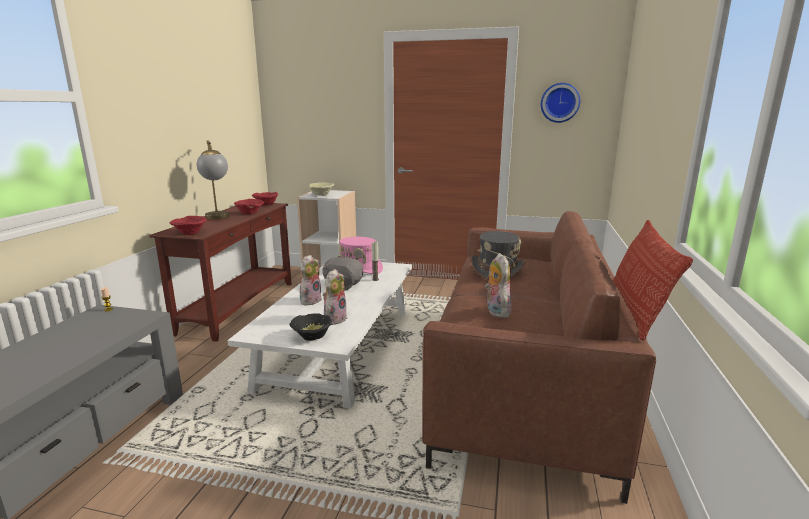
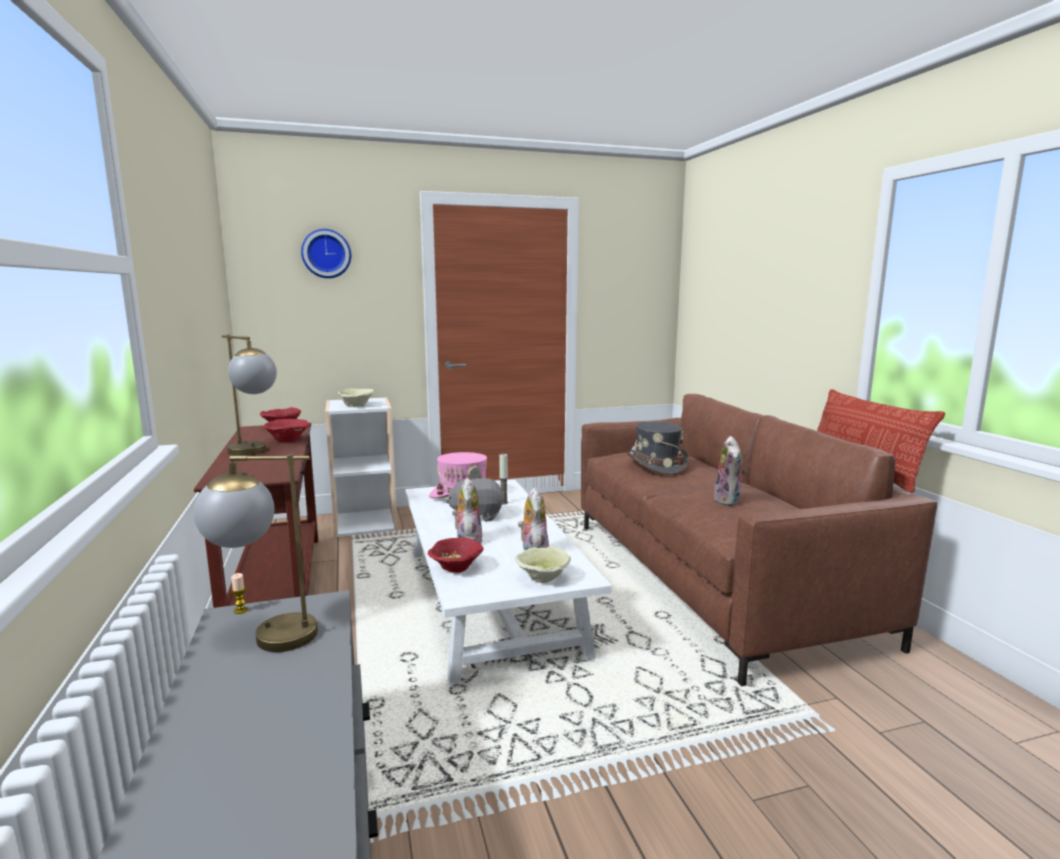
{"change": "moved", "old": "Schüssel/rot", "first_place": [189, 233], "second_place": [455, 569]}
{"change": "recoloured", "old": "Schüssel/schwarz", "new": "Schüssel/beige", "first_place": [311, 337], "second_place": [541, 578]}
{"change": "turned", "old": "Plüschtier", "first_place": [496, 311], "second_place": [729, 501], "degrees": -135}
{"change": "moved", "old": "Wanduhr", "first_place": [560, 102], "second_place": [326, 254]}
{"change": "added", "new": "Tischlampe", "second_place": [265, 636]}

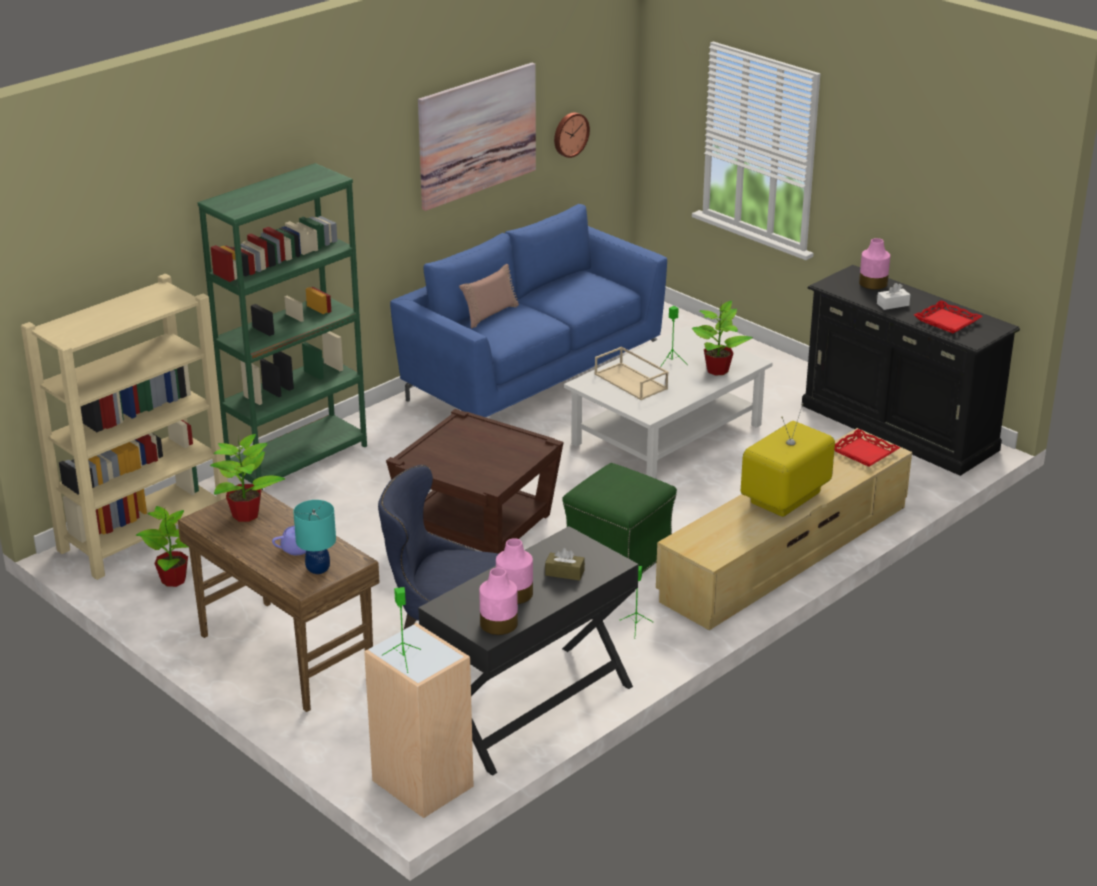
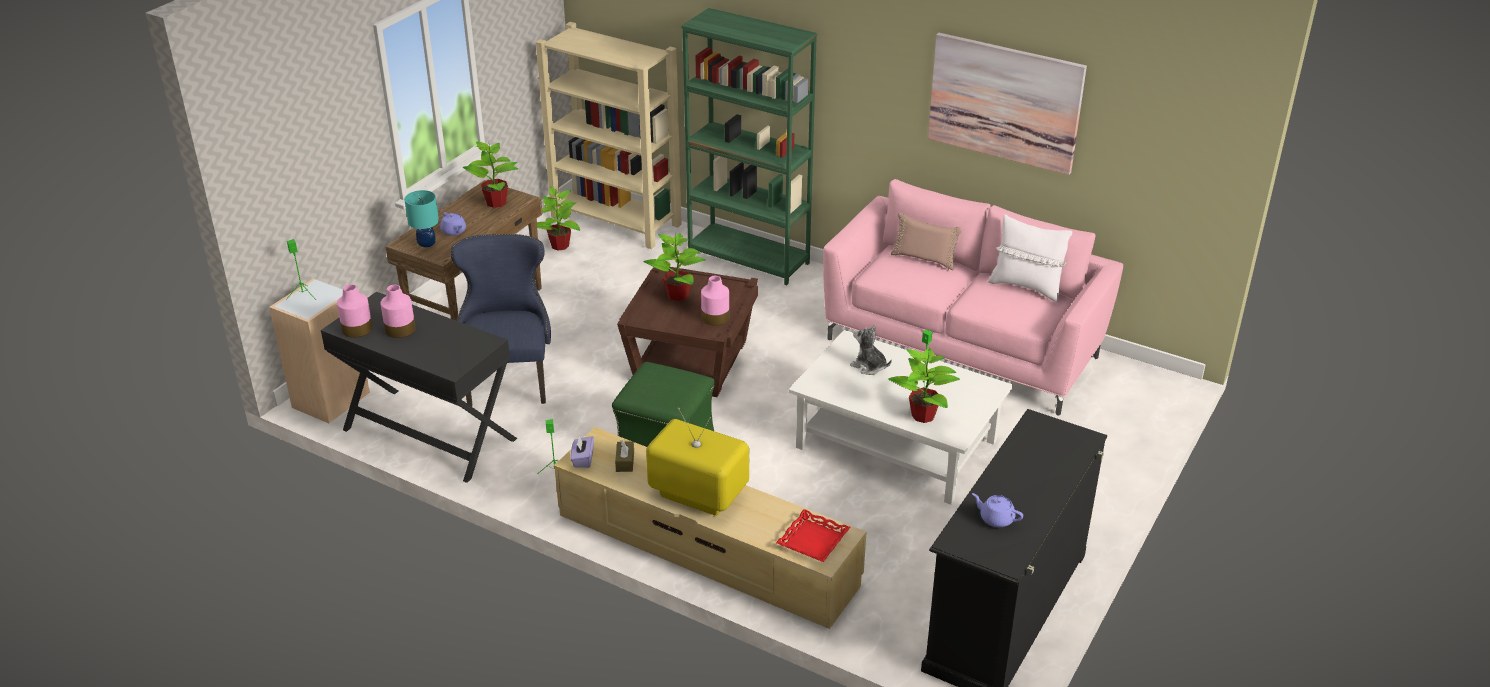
{"change": "recoloured", "old": "Sofa/blau", "new": "Sofa/rosa", "first_place": [532, 376], "second_place": [963, 346]}
{"change": "moved", "old": "Taschentuchbox/braun", "first_place": [564, 573], "second_place": [625, 461]}
{"change": "removed", "old": "Wanduhr", "first_place": [570, 134]}
{"change": "replaced", "old": "Tablett/beige", "new": "Plüschtier", "first_place": [632, 381], "second_place": [869, 366]}
{"change": "moved", "old": "Vase/rosa", "first_place": [872, 283], "second_place": [715, 317]}
{"change": "removed", "old": "Taschentuchbox/weiß", "first_place": [892, 304]}
{"change": "replaced", "old": "Tablett/rot", "new": "Teekanne/lila", "first_place": [947, 321], "second_place": [996, 518]}
{"change": "added", "new": "Taschentuchbox/lila", "second_place": [583, 459]}
{"change": "added", "new": "Topfpflanze", "second_place": [678, 295]}
{"change": "added", "new": "Kissen/weiß", "second_place": [1026, 286]}

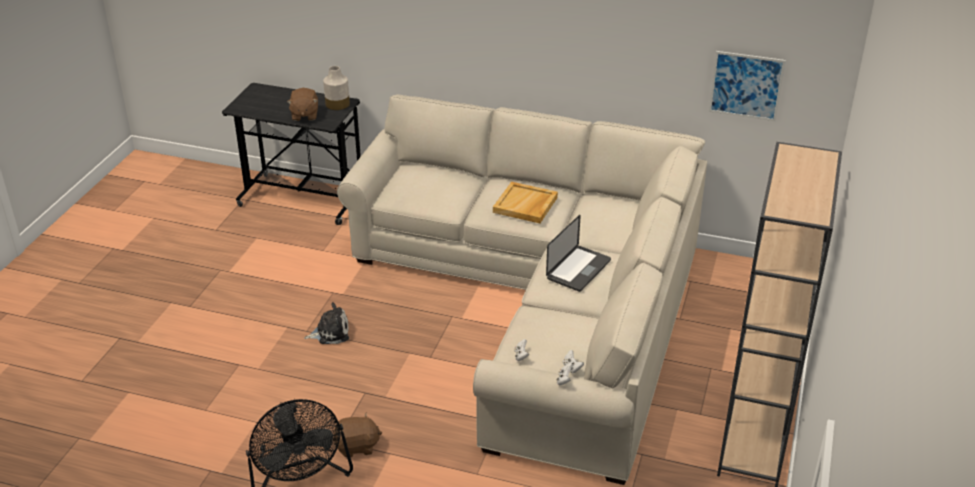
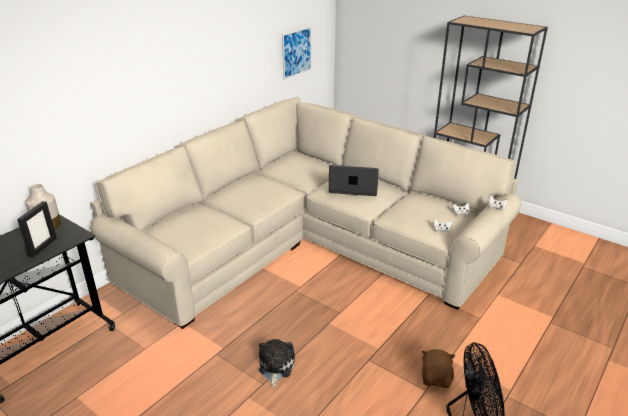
{"change": "replaced", "old": "Plüschtier/braun", "new": "Bilderrahmen", "first_place": [304, 115], "second_place": [42, 247]}
{"change": "removed", "old": "Tablett/beige", "first_place": [525, 205]}
{"change": "turned", "old": "Laptop", "first_place": [578, 269], "second_place": [353, 188], "degrees": -45}

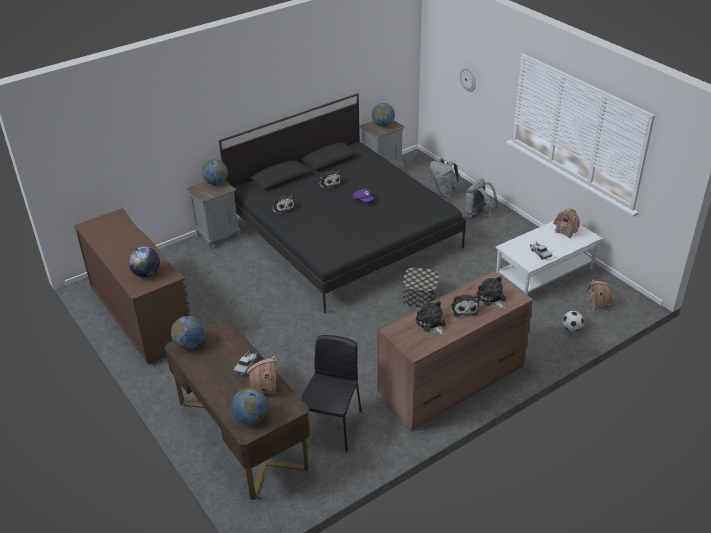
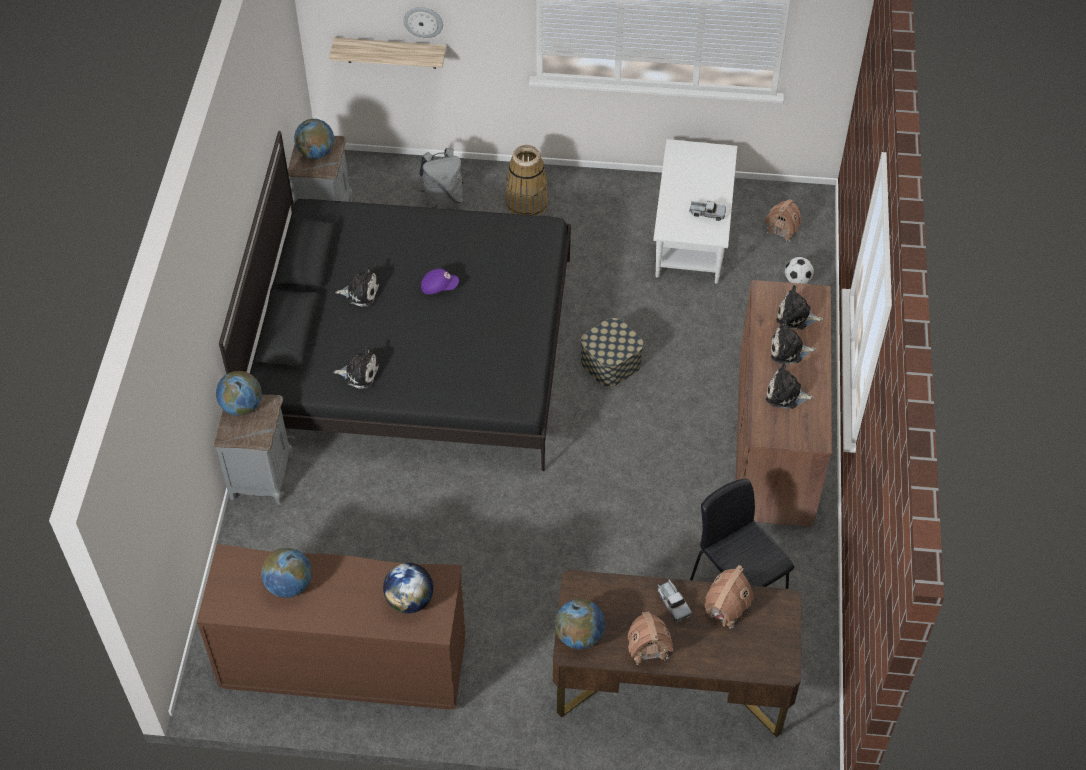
{"change": "moved", "old": "Globus", "first_place": [251, 418], "second_place": [289, 585]}
{"change": "turned", "old": "Plüschtier", "first_place": [464, 308], "second_place": [789, 350], "degrees": 150}
{"change": "replaced", "old": "Rucksack/grau", "new": "Korb", "first_place": [478, 216], "second_place": [527, 202]}
{"change": "moved", "old": "Spielzeughaus", "first_place": [566, 231], "second_place": [648, 647]}
{"change": "added", "new": "Wandregal", "second_place": [391, 53]}

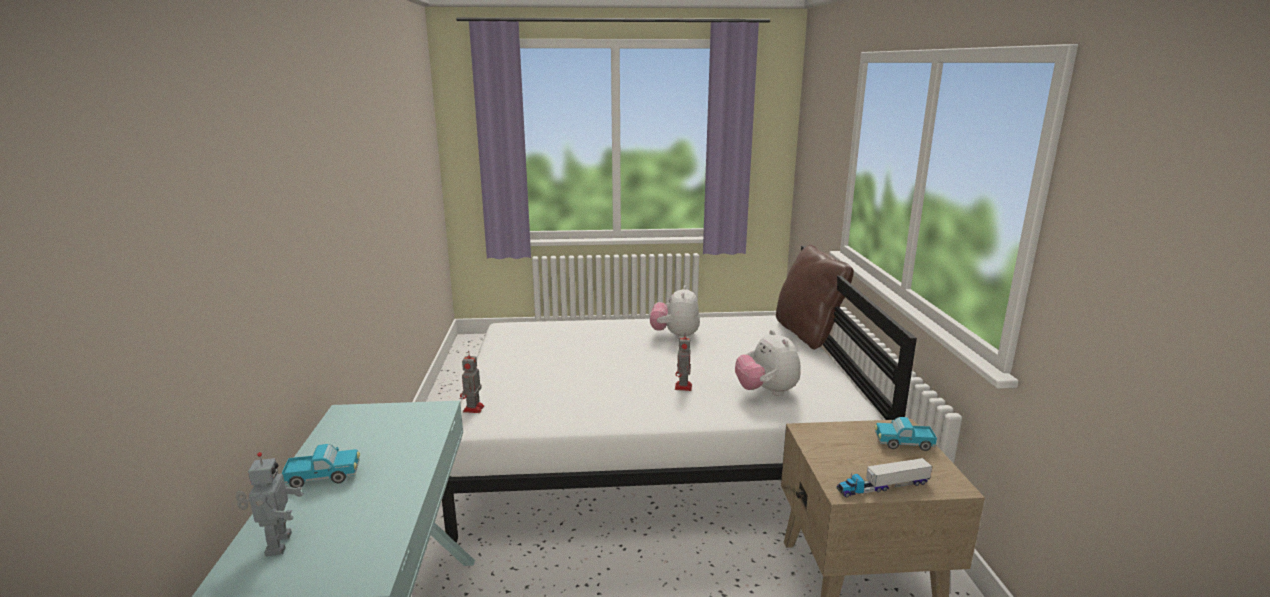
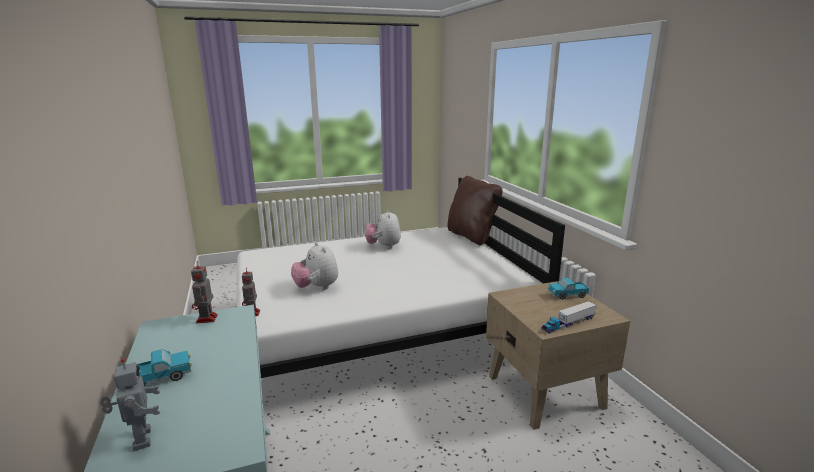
{"change": "moved", "old": "Spielzeugroboter", "first_place": [683, 387], "second_place": [206, 319]}
{"change": "moved", "old": "Plüschtier", "first_place": [766, 392], "second_place": [317, 287]}

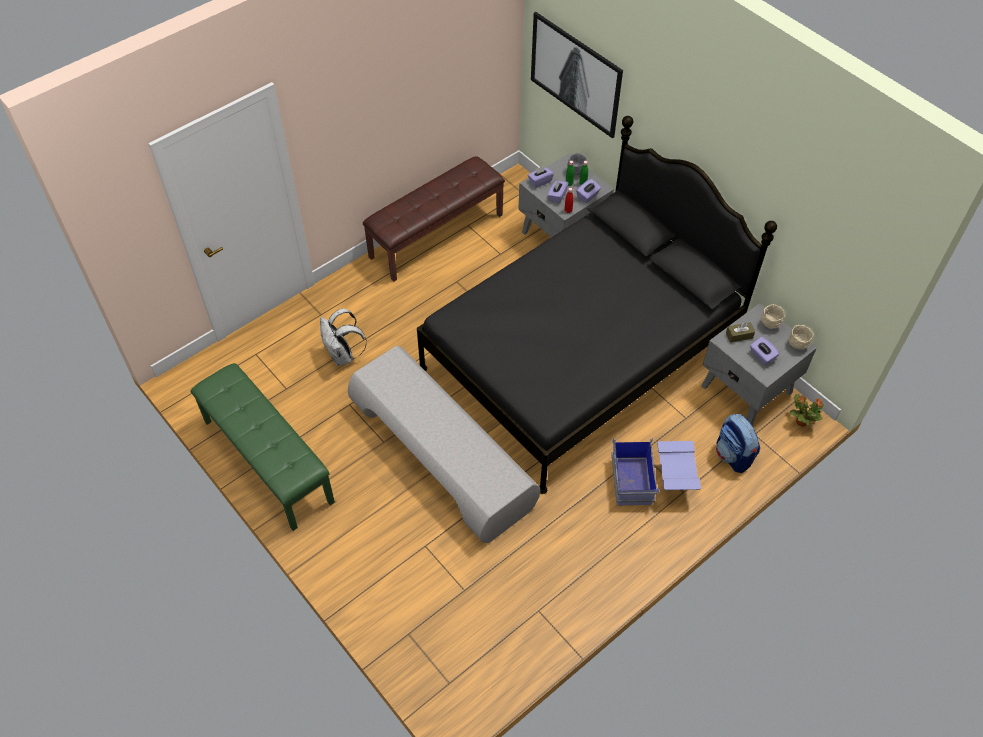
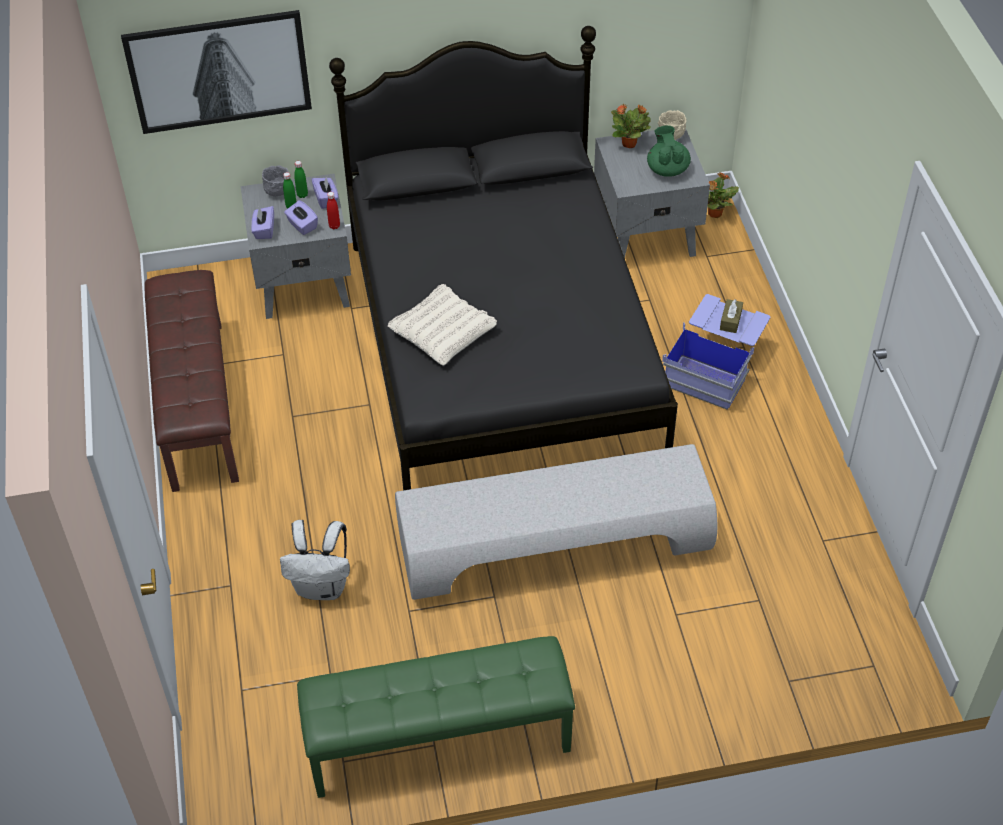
{"change": "removed", "old": "Rucksack", "first_place": [733, 456]}
{"change": "moved", "old": "Taschentuchbox/braun", "first_place": [739, 335], "second_place": [730, 320]}
{"change": "replaced", "old": "Taschentuchbox/lila", "new": "Teekanne/grün", "first_place": [761, 356], "second_place": [667, 169]}
{"change": "replaced", "old": "Schüssel/beige", "new": "Topfpflanze", "first_place": [769, 324], "second_place": [630, 144]}
{"change": "added", "new": "Kissen/beige", "second_place": [443, 332]}

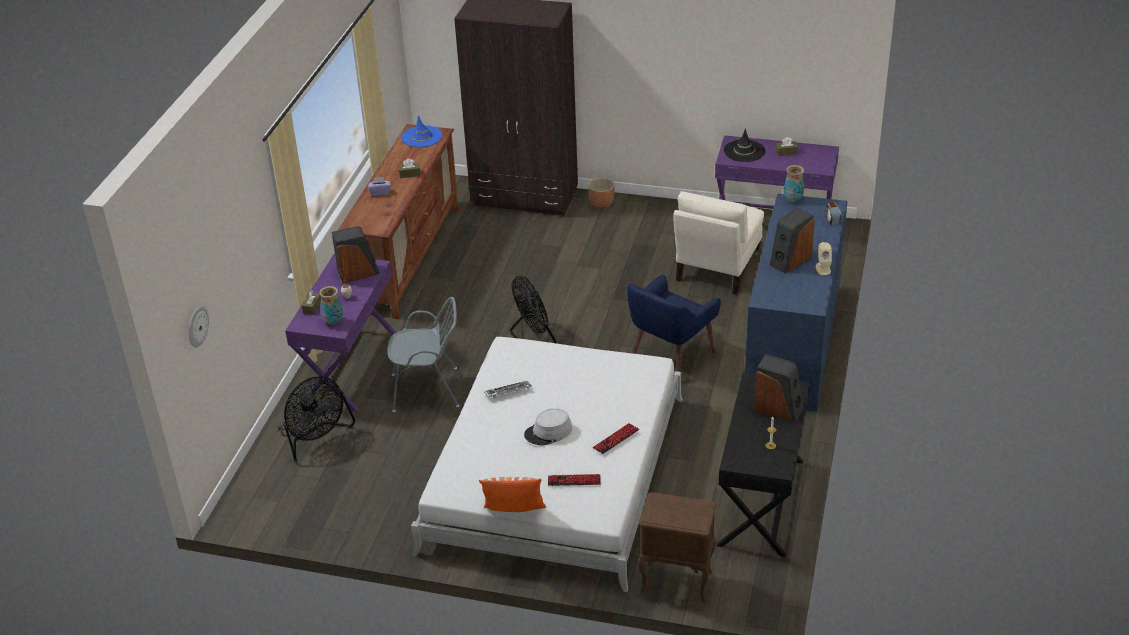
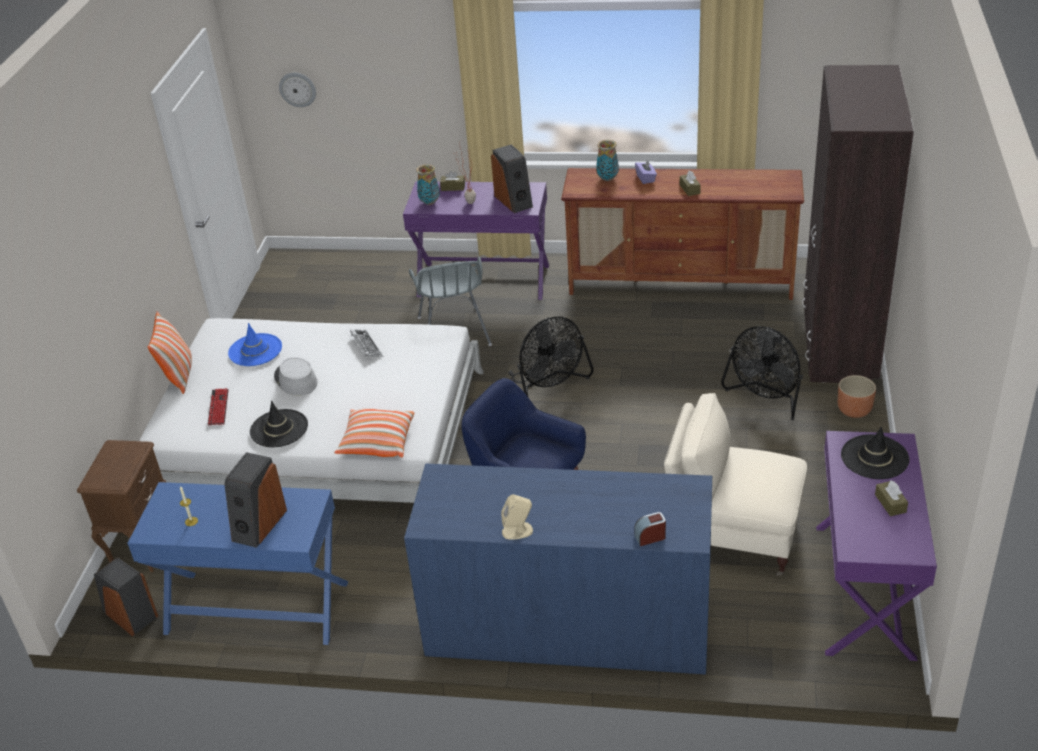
{"change": "moved", "old": "Ventilator/schwarz", "first_place": [313, 438], "second_place": [765, 395]}
{"change": "moved", "old": "Hut/blau", "first_place": [422, 137], "second_place": [255, 350]}
{"change": "replaced", "old": "Tastatur", "new": "Hut/schwarz", "first_place": [616, 439], "second_place": [279, 429]}
{"change": "recoloured", "old": "Schreibtisch/schwarz", "new": "Schreibtisch/blau", "first_place": [761, 502], "second_place": [256, 608]}
{"change": "moved", "old": "Lautsprecher", "first_place": [790, 260], "second_place": [130, 615]}
{"change": "moved", "old": "Vase", "first_place": [793, 199], "second_place": [608, 179]}
{"change": "added", "new": "Kissen", "second_place": [377, 442]}

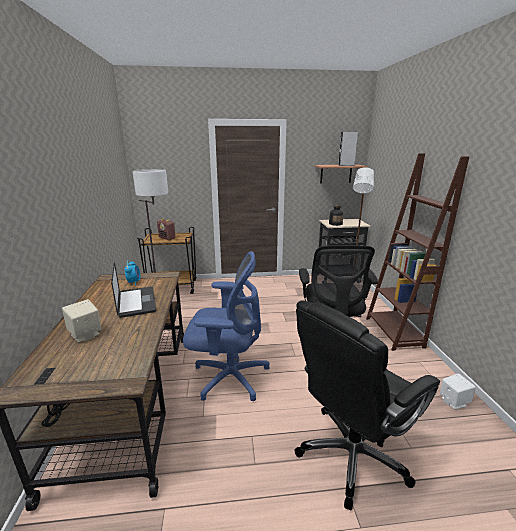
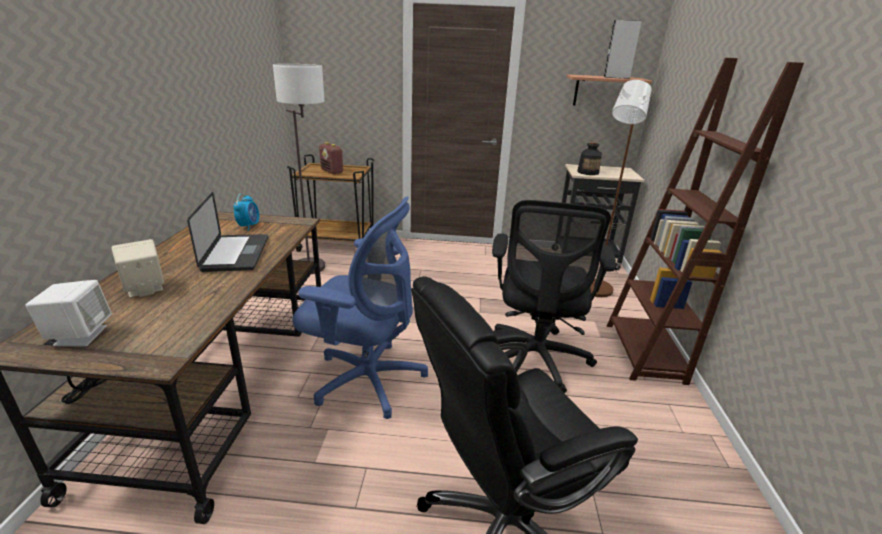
{"change": "moved", "old": "Lautsprecher/weiß", "first_place": [453, 401], "second_place": [80, 335]}

